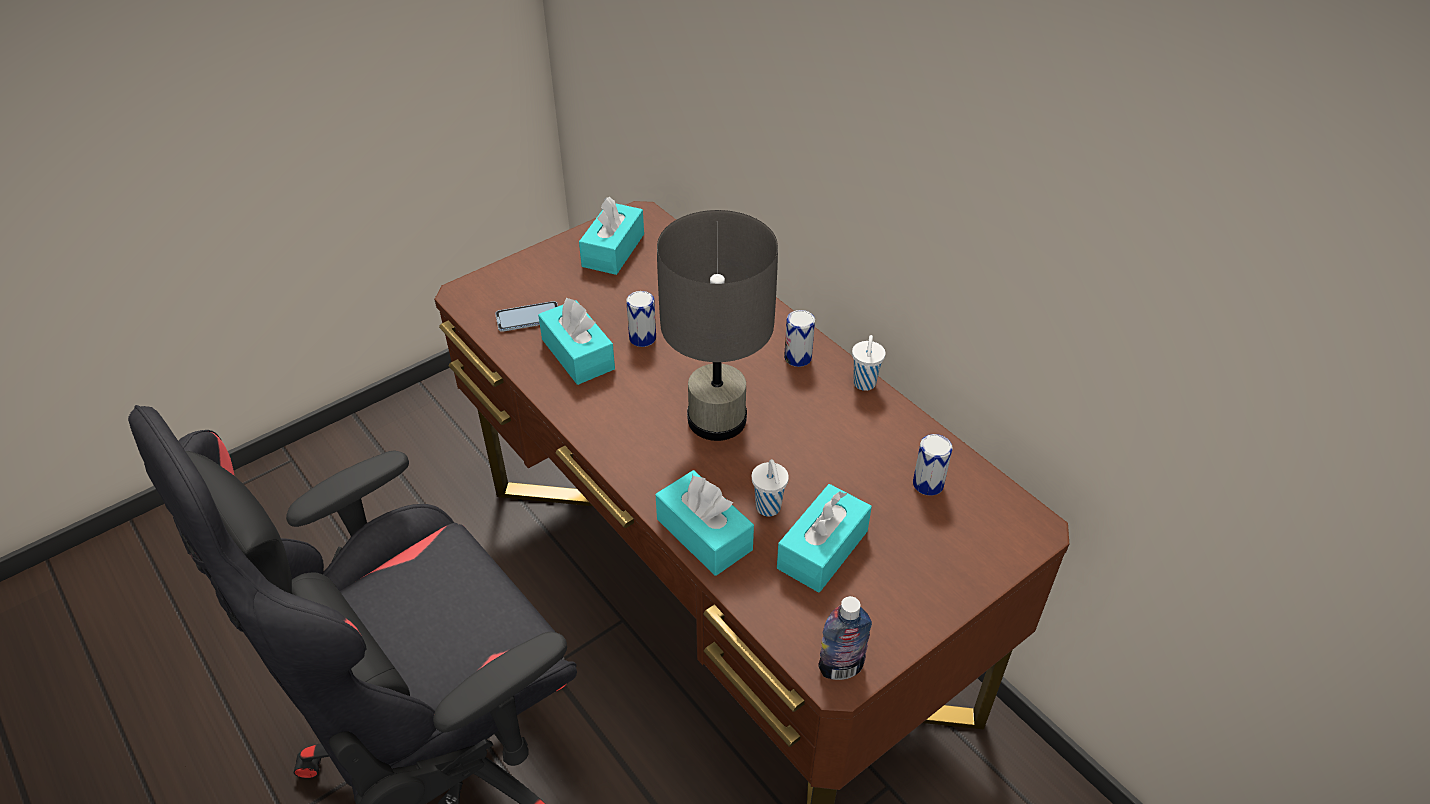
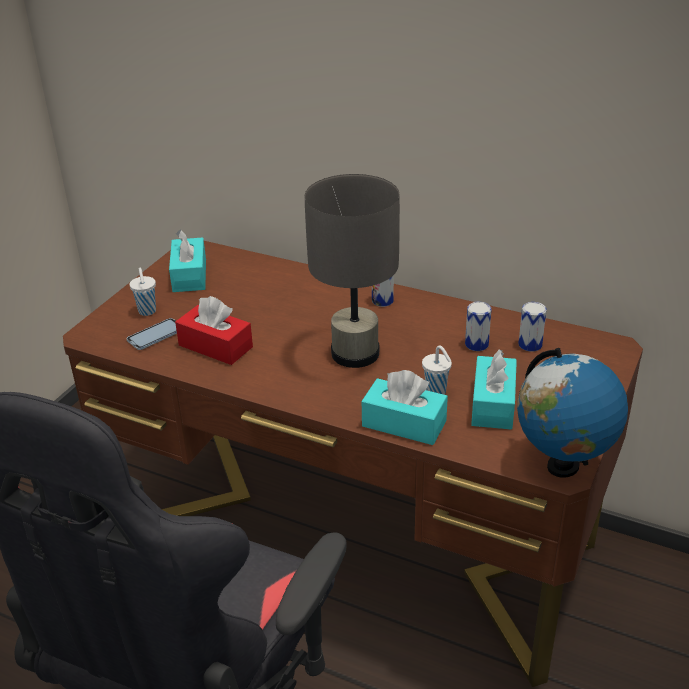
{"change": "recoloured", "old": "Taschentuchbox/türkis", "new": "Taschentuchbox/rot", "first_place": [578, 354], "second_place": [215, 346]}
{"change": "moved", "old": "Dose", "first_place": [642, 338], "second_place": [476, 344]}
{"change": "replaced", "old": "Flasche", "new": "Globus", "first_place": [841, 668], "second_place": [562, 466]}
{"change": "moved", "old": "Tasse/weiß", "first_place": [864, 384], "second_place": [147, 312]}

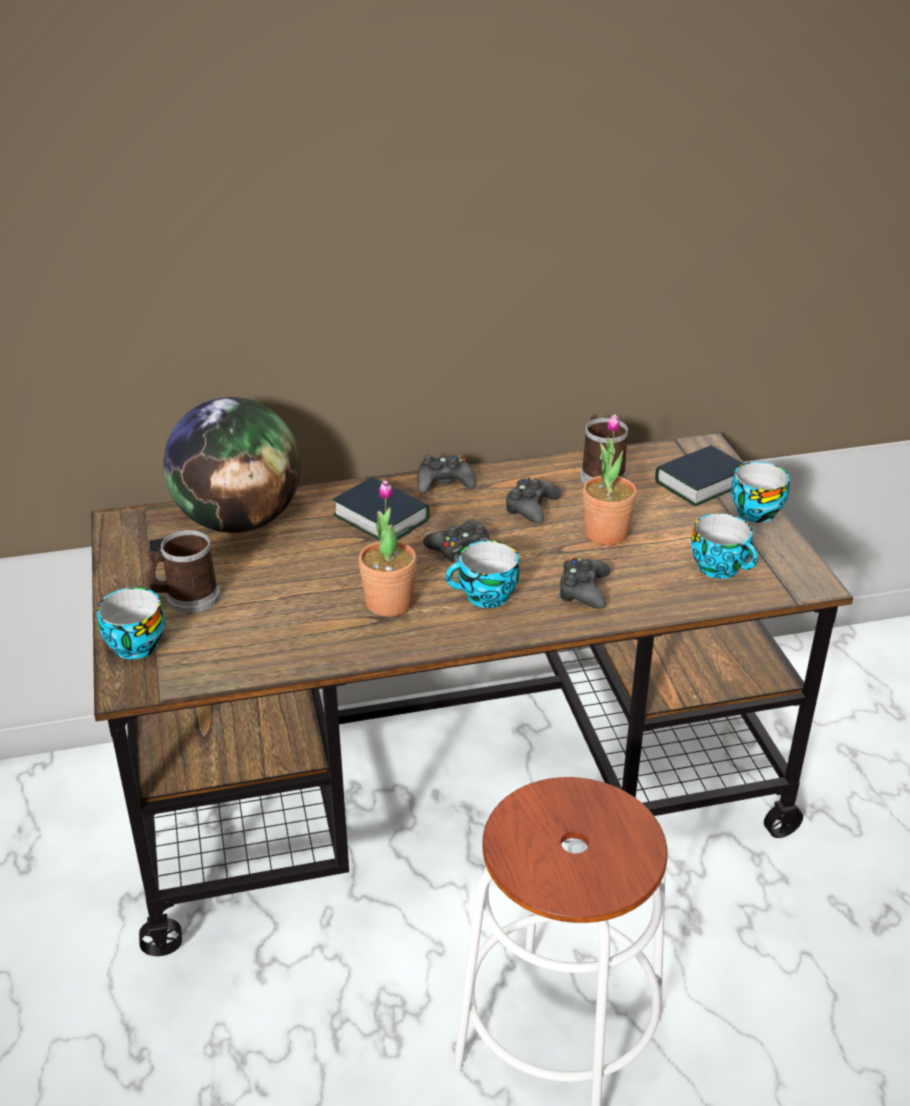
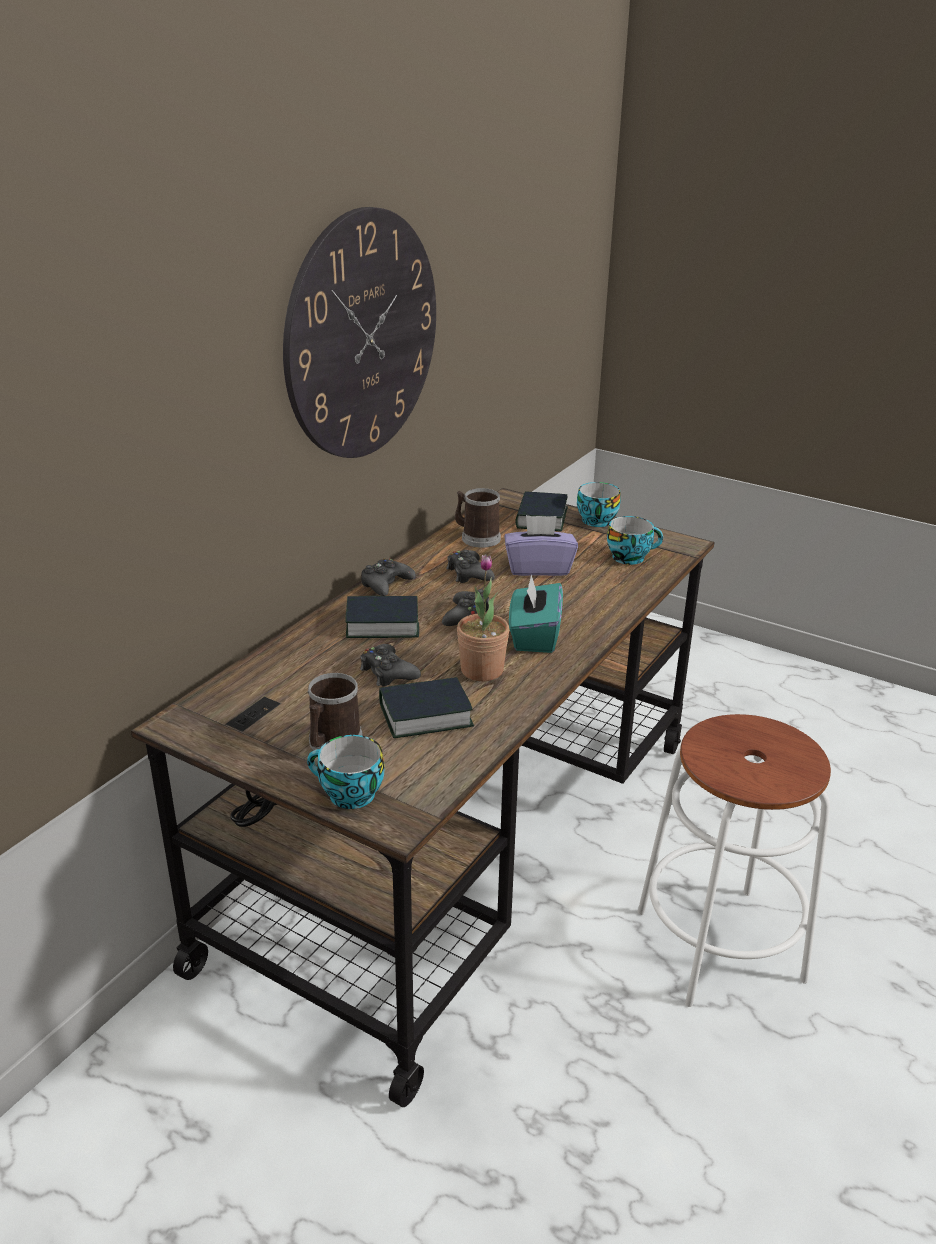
{"change": "removed", "old": "Globus", "first_place": [239, 521]}
{"change": "replaced", "old": "Tasse", "new": "Taschentuchbox/türkis", "first_place": [485, 597], "second_place": [534, 636]}
{"change": "moved", "old": "Gamepad/schwarz", "first_place": [583, 590], "second_place": [388, 673]}
{"change": "replaced", "old": "Topfpflanze", "new": "Taschentuchbox/lila", "first_place": [606, 533], "second_place": [538, 568]}
{"change": "added", "new": "Wanduhr", "second_place": [362, 336]}
{"change": "added", "new": "Buch", "second_place": [425, 715]}

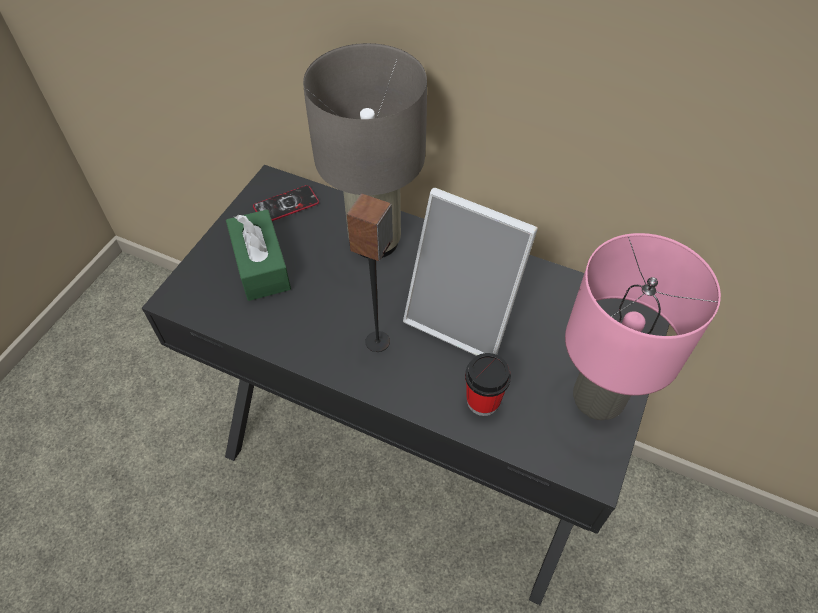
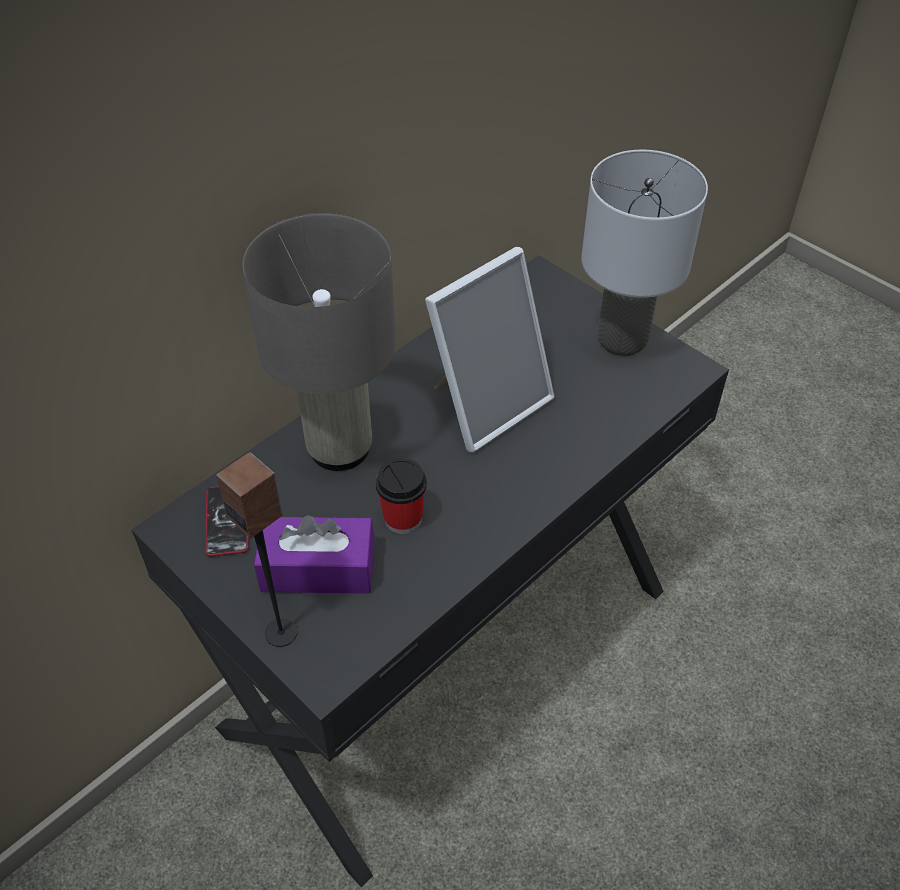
{"change": "recoloured", "old": "Taschentuchbox/grün", "new": "Taschentuchbox/lila", "first_place": [261, 265], "second_place": [318, 568]}
{"change": "moved", "old": "Lautsprecher", "first_place": [378, 342], "second_place": [282, 632]}
{"change": "moved", "old": "Tasse", "first_place": [483, 401], "second_place": [403, 518]}
{"change": "recoloured", "old": "Tischlampe/rosa", "new": "Tischlampe/weiß", "first_place": [594, 400], "second_place": [621, 343]}

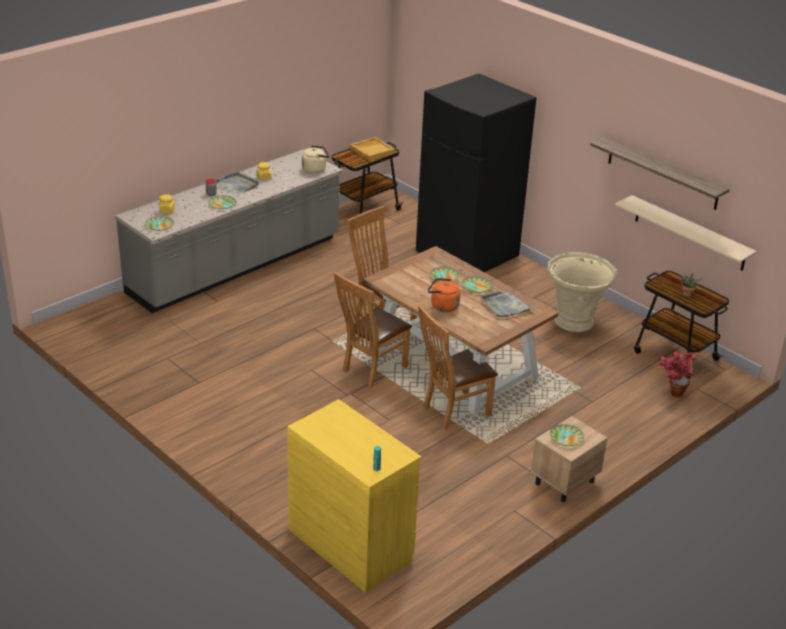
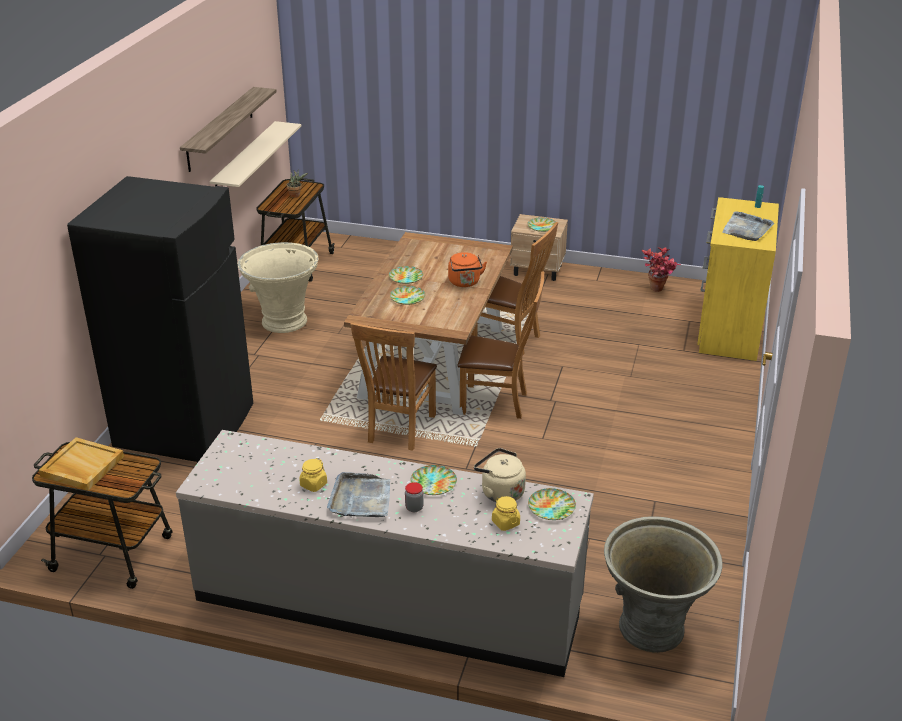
{"change": "moved", "old": "Wasserkessel/beige", "first_place": [315, 169], "second_place": [500, 492]}
{"change": "moved", "old": "Tablett/grau", "first_place": [504, 306], "second_place": [747, 229]}
{"change": "moved", "old": "Topfpflanze", "first_place": [671, 392], "second_place": [658, 291]}
{"change": "added", "new": "Pflanzkübel/grau", "second_place": [652, 630]}

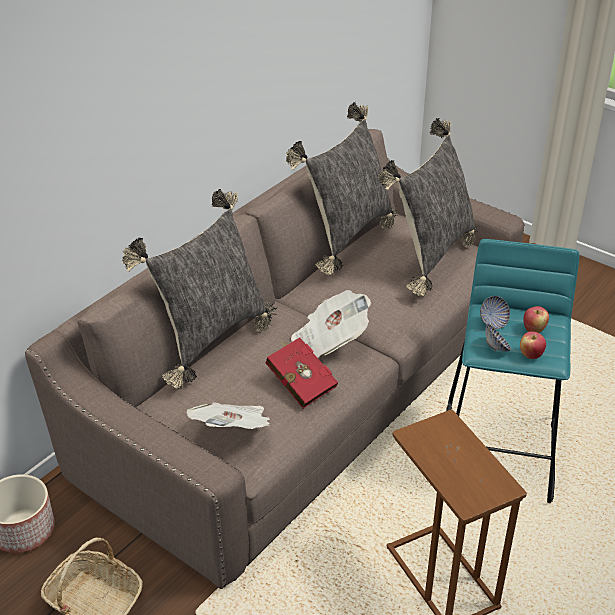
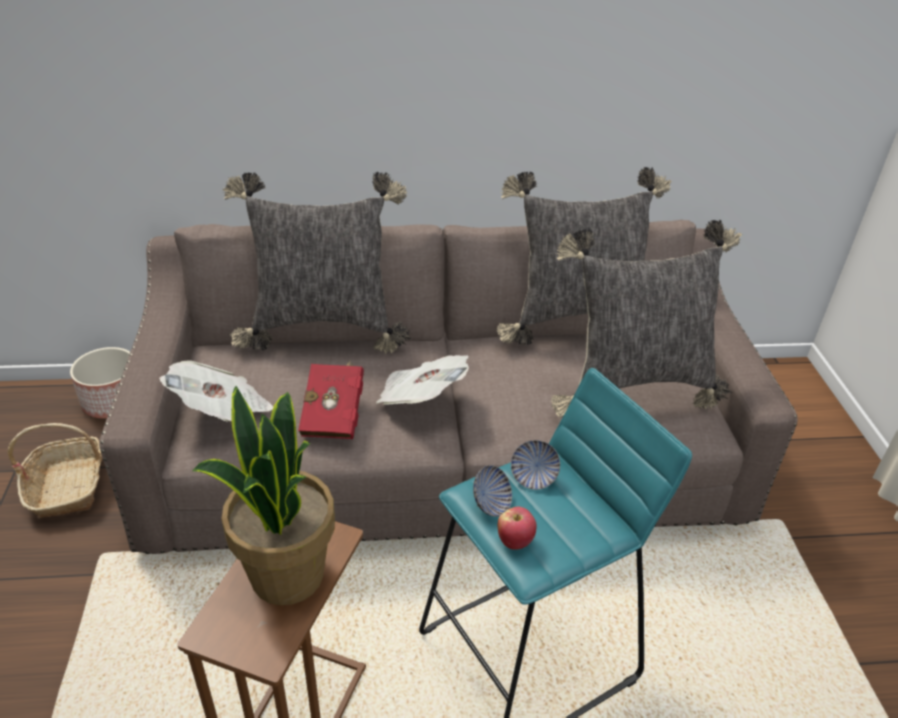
{"change": "removed", "old": "Apfel", "first_place": [534, 329]}
{"change": "added", "new": "Topfpflanze", "second_place": [285, 575]}

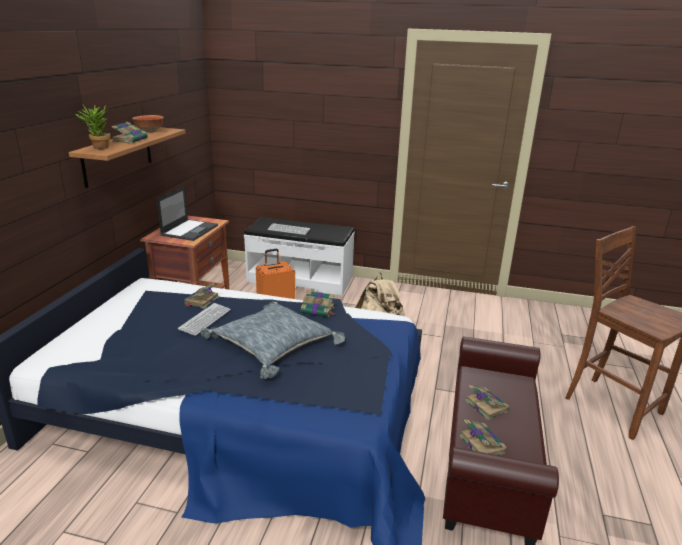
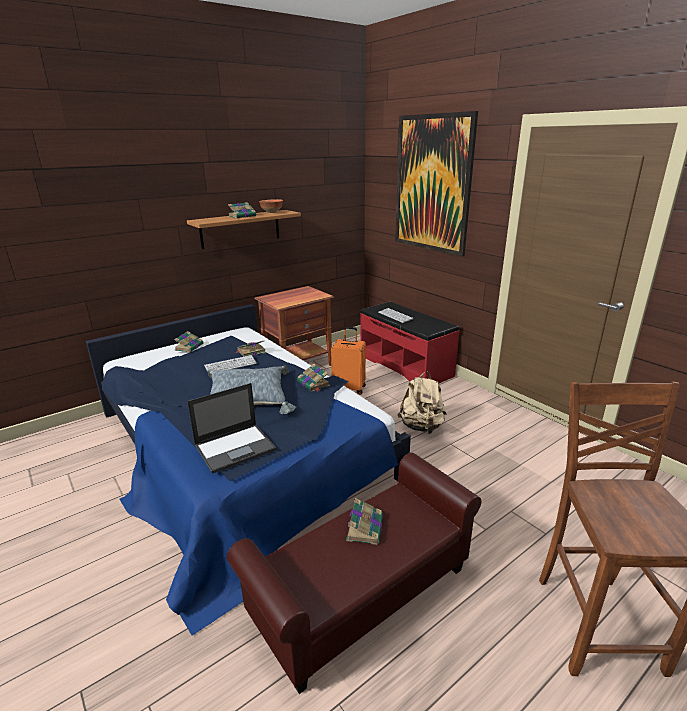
{"change": "removed", "old": "Topfpflanze", "first_place": [98, 148]}
{"change": "moved", "old": "Laptop", "first_place": [190, 230], "second_place": [236, 447]}
{"change": "recoloured", "old": "Bank/weiß", "new": "Bank/rot", "first_place": [300, 279], "second_place": [405, 365]}
{"change": "moved", "old": "Buch", "first_place": [481, 443], "second_place": [189, 347]}
{"change": "added", "new": "Bild", "second_place": [432, 184]}

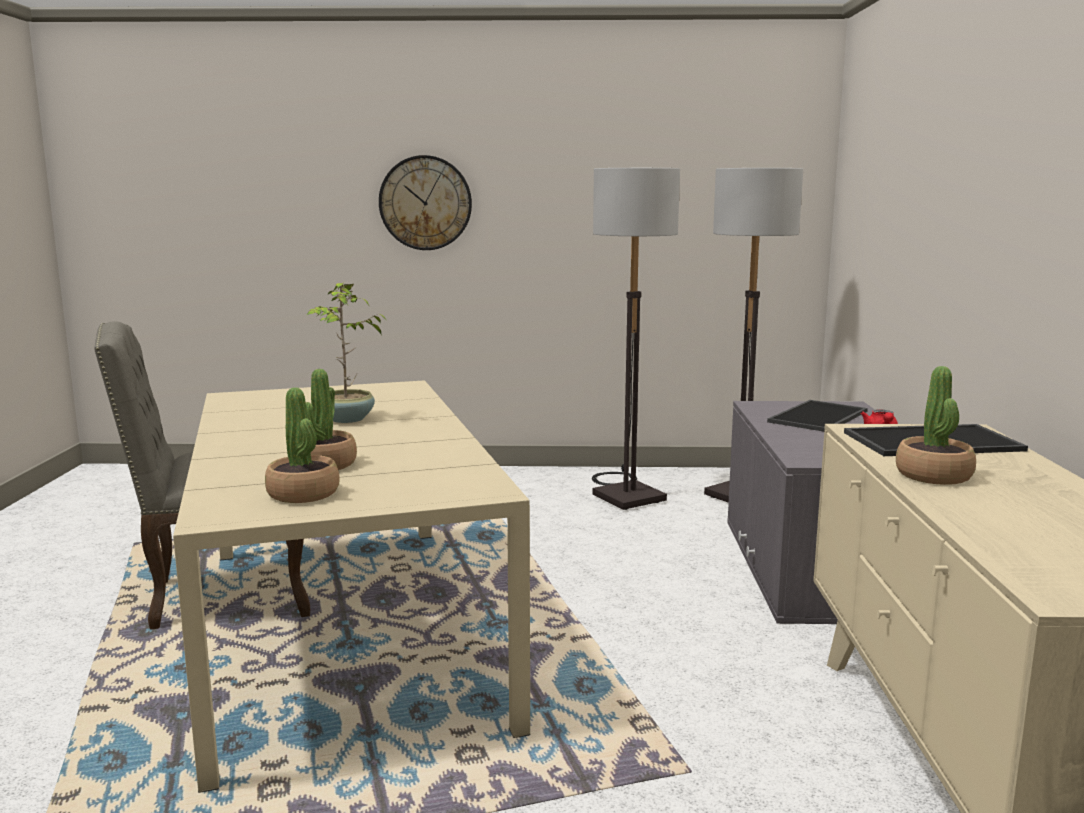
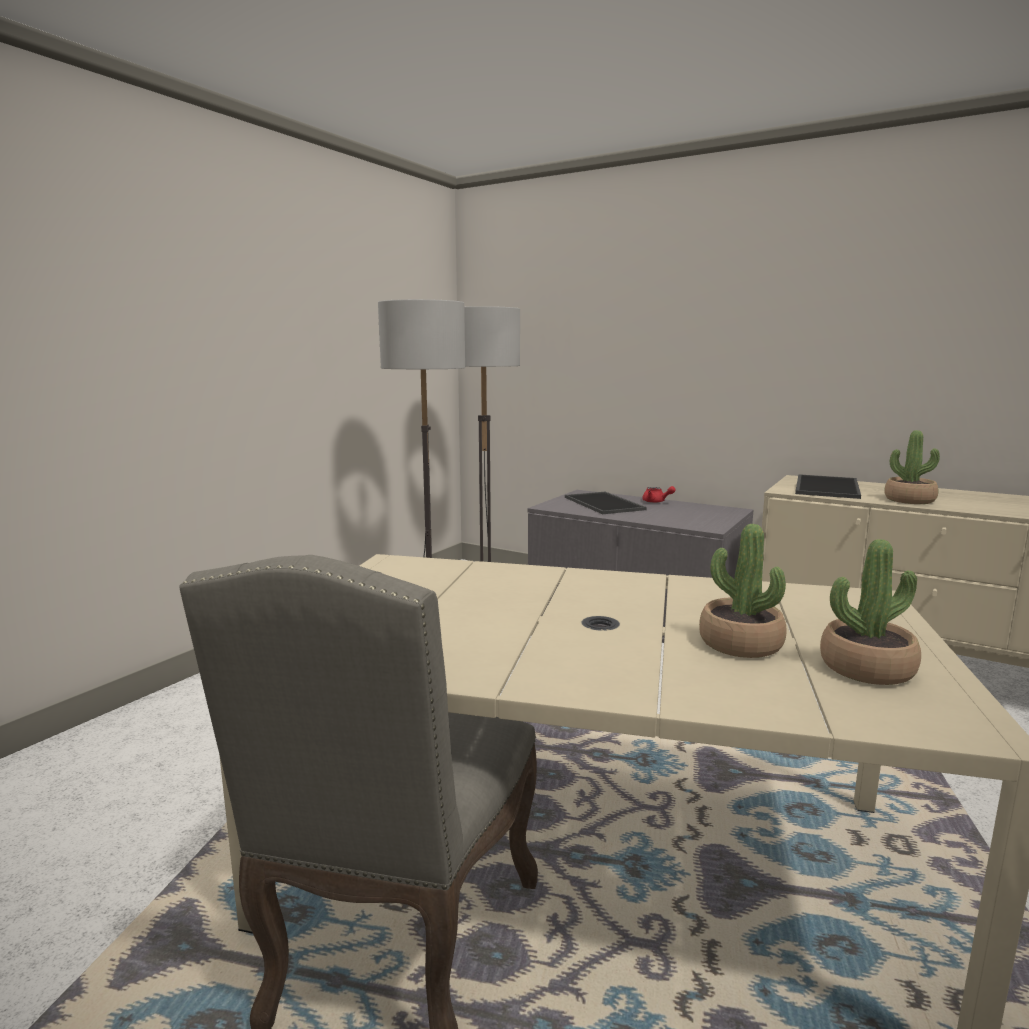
{"change": "removed", "old": "Topfpflanze", "first_place": [347, 419]}
{"change": "removed", "old": "Wanduhr", "first_place": [425, 203]}

